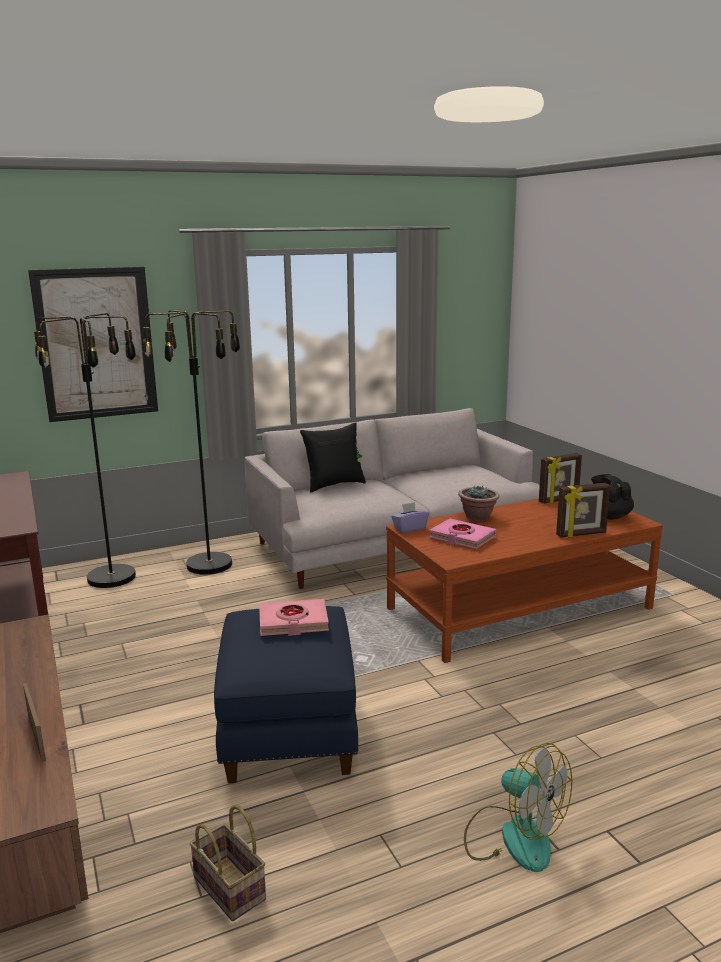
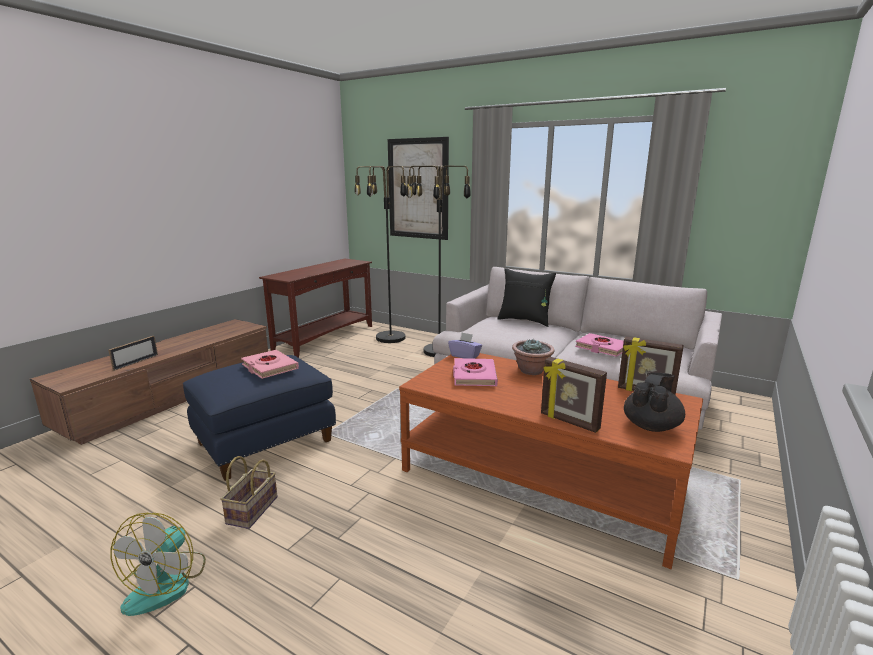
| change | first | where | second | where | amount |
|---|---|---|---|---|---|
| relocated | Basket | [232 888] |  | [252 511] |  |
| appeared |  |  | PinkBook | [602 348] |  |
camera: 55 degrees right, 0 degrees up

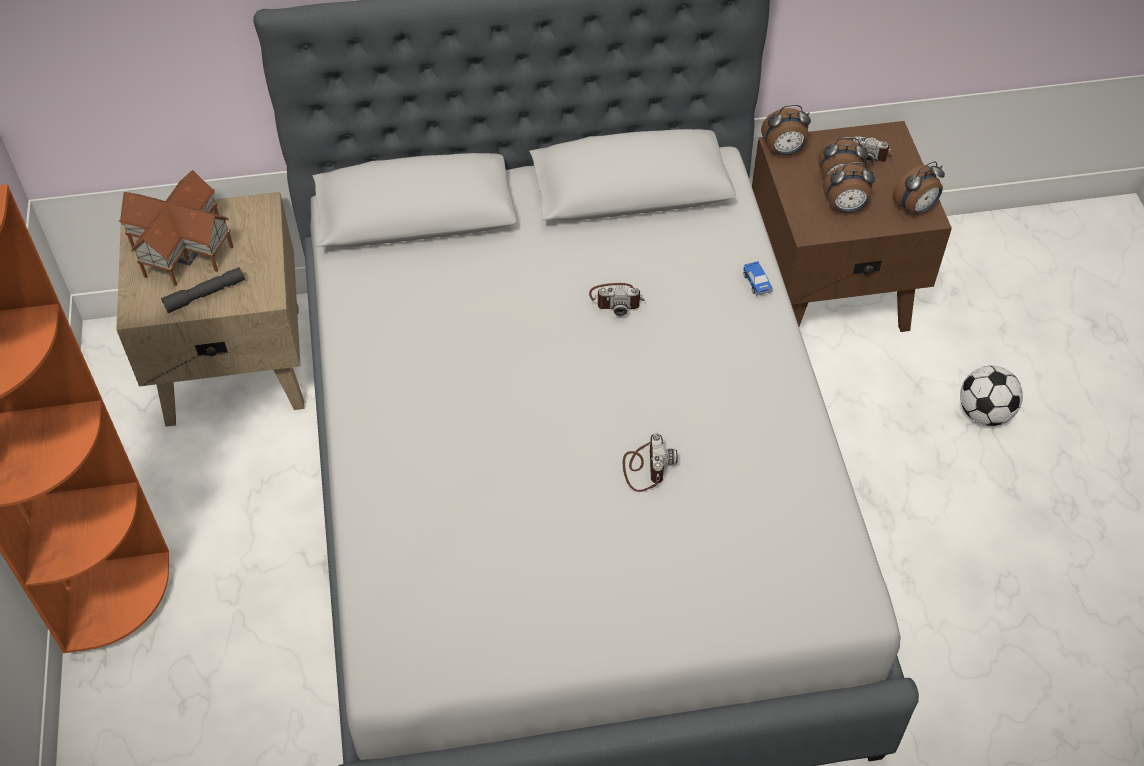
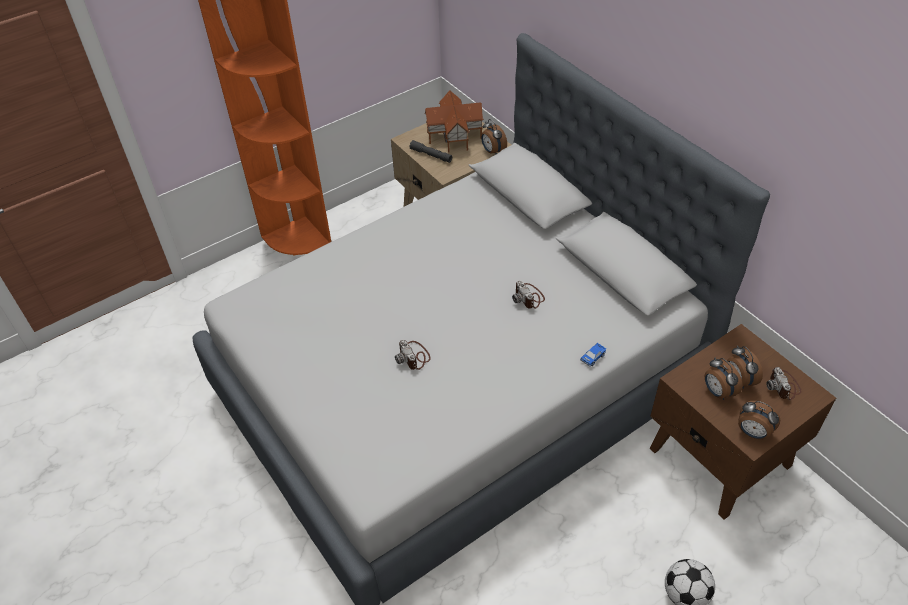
| change | first | where | second | where | amount |
|---|---|---|---|---|---|
| relocated | AlarmClock | [783 151] |  | [492 151] |  |
| spun | PhotoCamera | [646 467] |  | [414 357] | 90 degrees clockwise |
camera: 65 degrees right, 5 degrees down

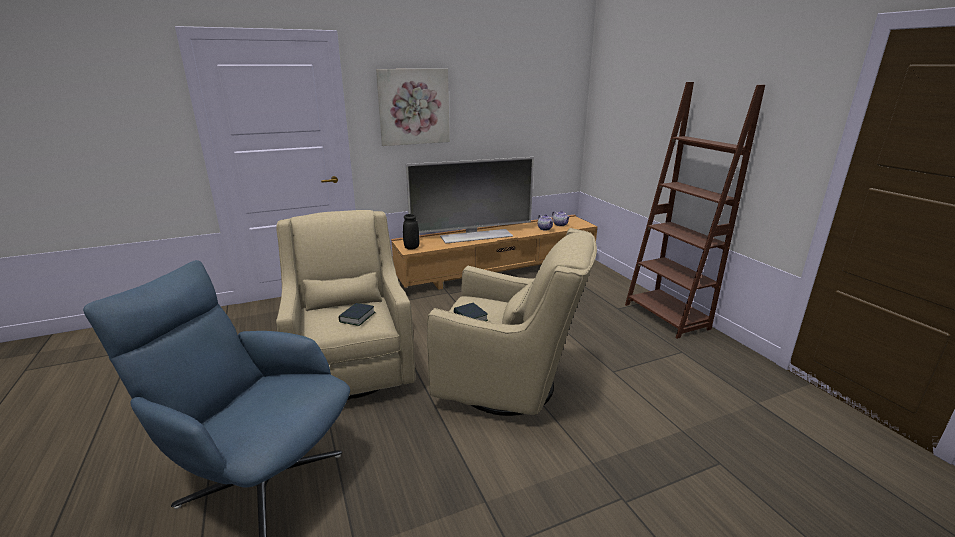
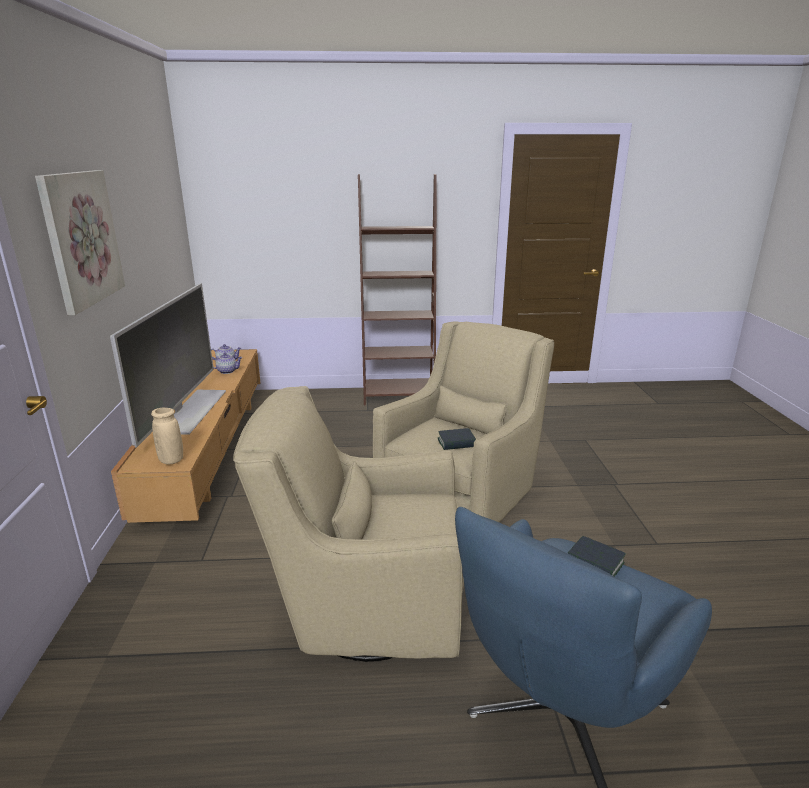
| change | first | where | second | where | amount |
|---|---|---|---|---|---|
| colour | BlackVase | [412 247] | BeigeVase | [171 460] |  |
| relocated | Book | [357 317] |  | [595 563] |  |
camera: 70 degrees left, 0 degrees up

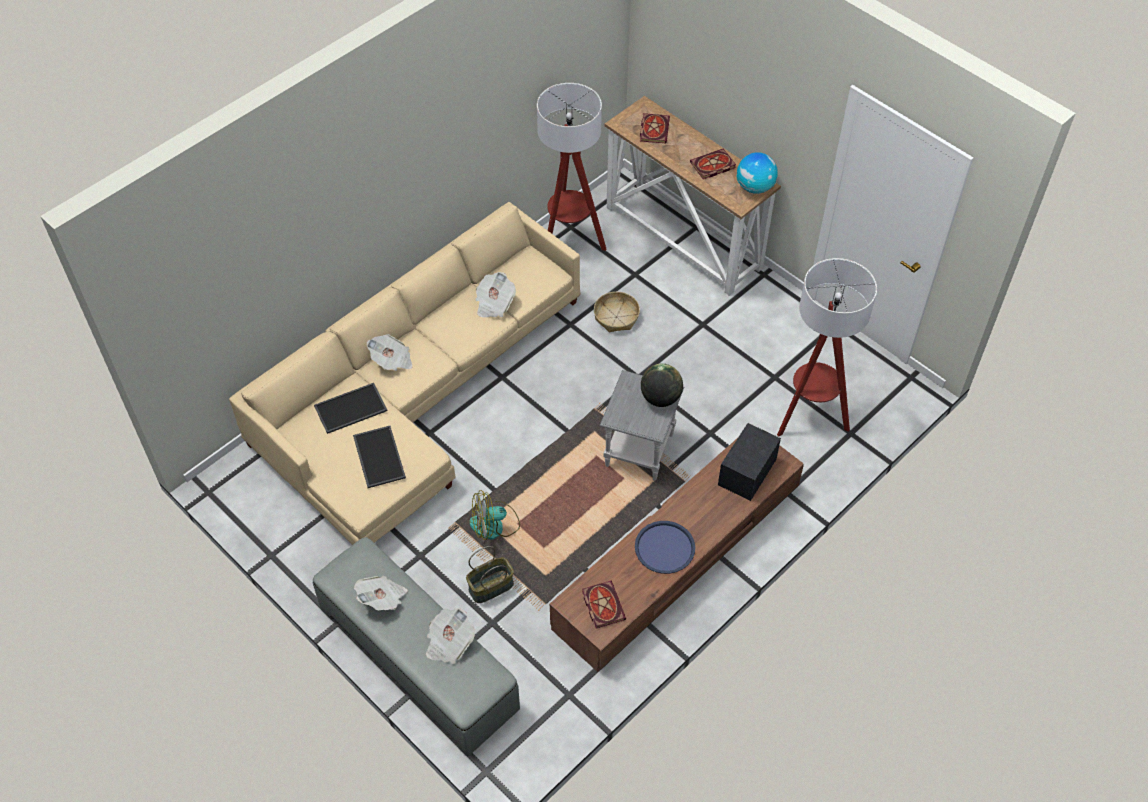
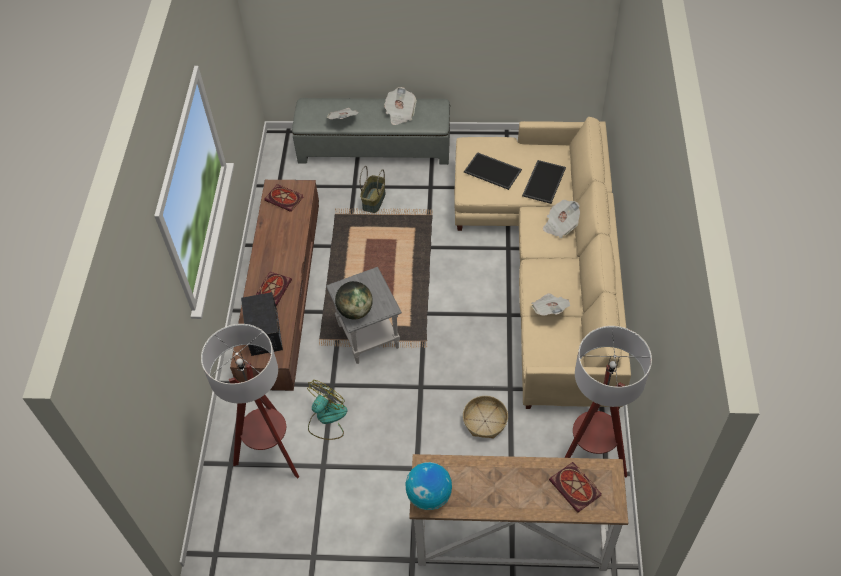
| change | first | where | second | where | amount |
|---|---|---|---|---|---|
| relocated | Book | [712 166] |  | [273 288] |  |
| relocated | Fan | [494 525] |  | [327 419] |  |
| missing | BlueTray | [664 548] |  |  |  |
camera: 140 degrees right, 0 degrees up

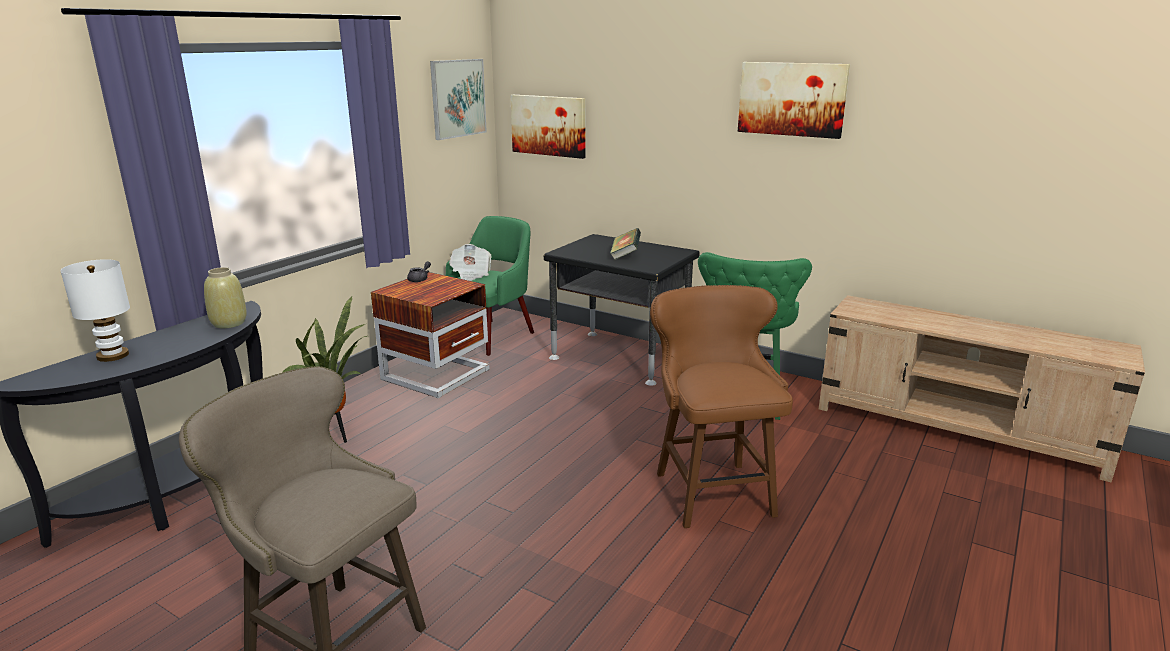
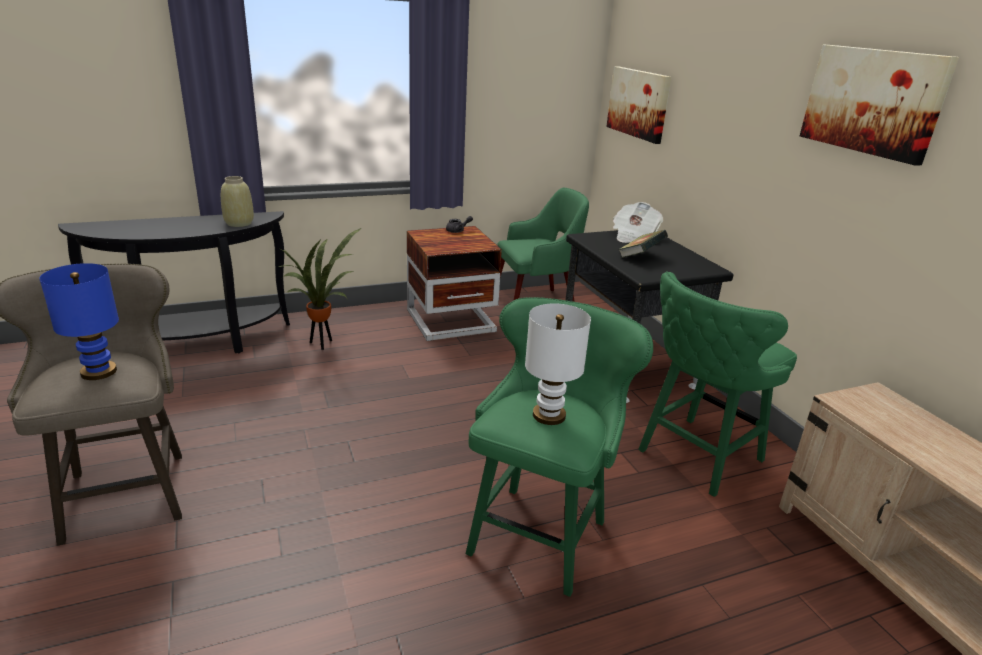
| change | first | where | second | where | amount |
|---|---|---|---|---|---|
| missing | Picture | [458 98] |  |  |  |
| relocated | Newspaper | [471 274] |  | [633 236] |  |
| relocated | WhiteTableLamp | [114 355] |  | [550 415] |  |
| colour | BrownStool | [712 490] | GreenStool | [540 532] |  |
| appeared |  |  | BlueTableLamp | [98 372] |  |
camera: 35 degrees right, 5 degrees up

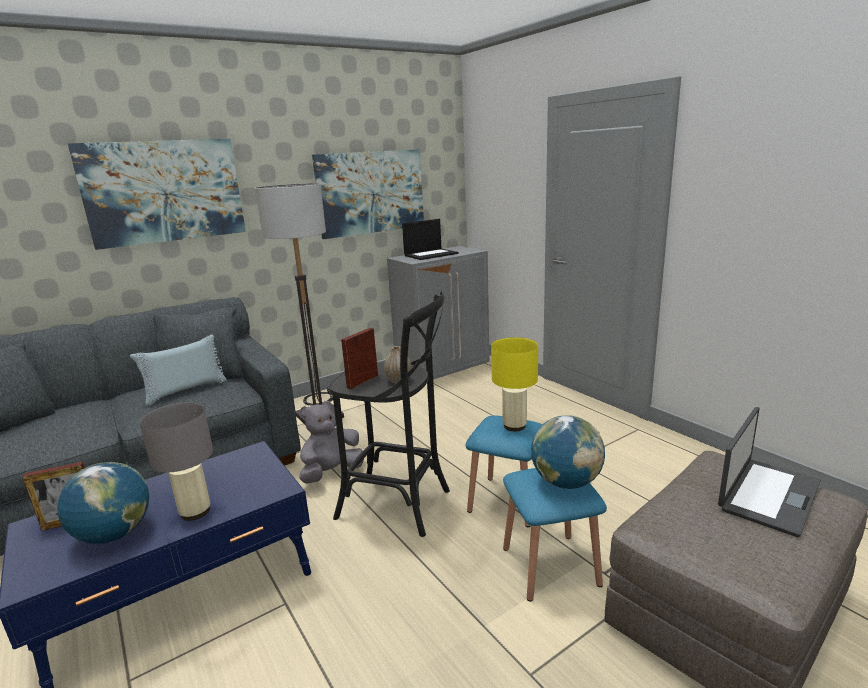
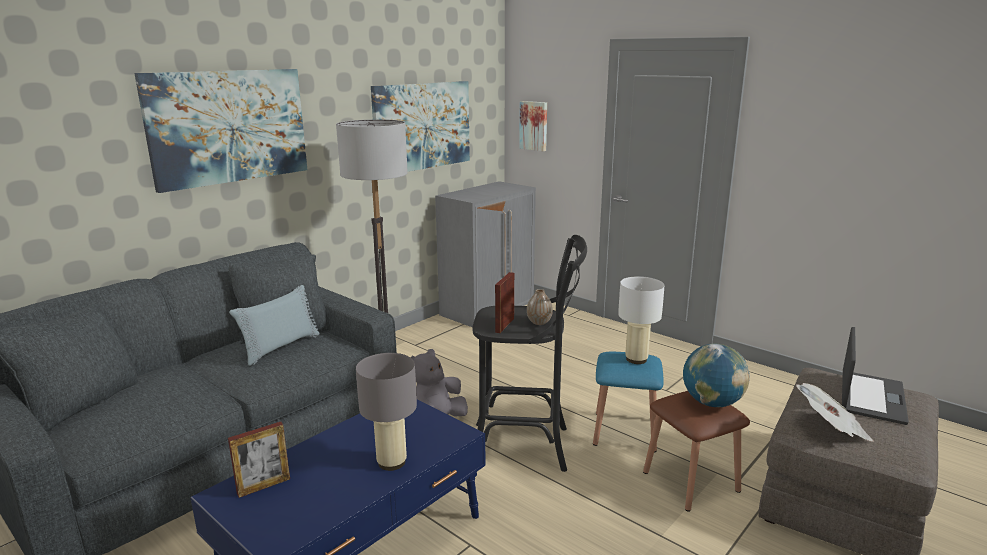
| change | first | where | second | where | amount |
|---|---|---|---|---|---|
| missing | Laptop | [431 254] |  |  |  |
| colour | YellowTableLamp | [514 425] | WhiteTableLamp | [635 359] |  |
| missing | Globe | [114 534] |  |  |  |
| colour | BlueStool | [550 566] | BrownStool | [690 481] |  |
| appeared |  |  | Picture | [534 125] |  |
| appeared |  |  | Newspaper | [831 429] |  |
camera: 15 degrees left, 0 degrees up

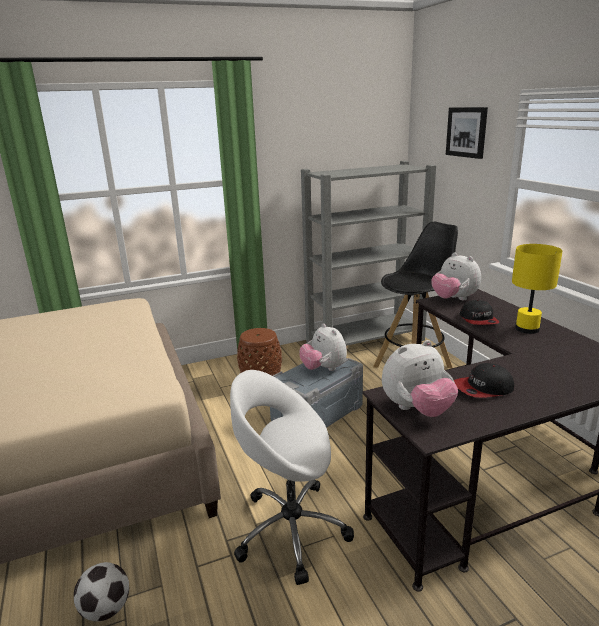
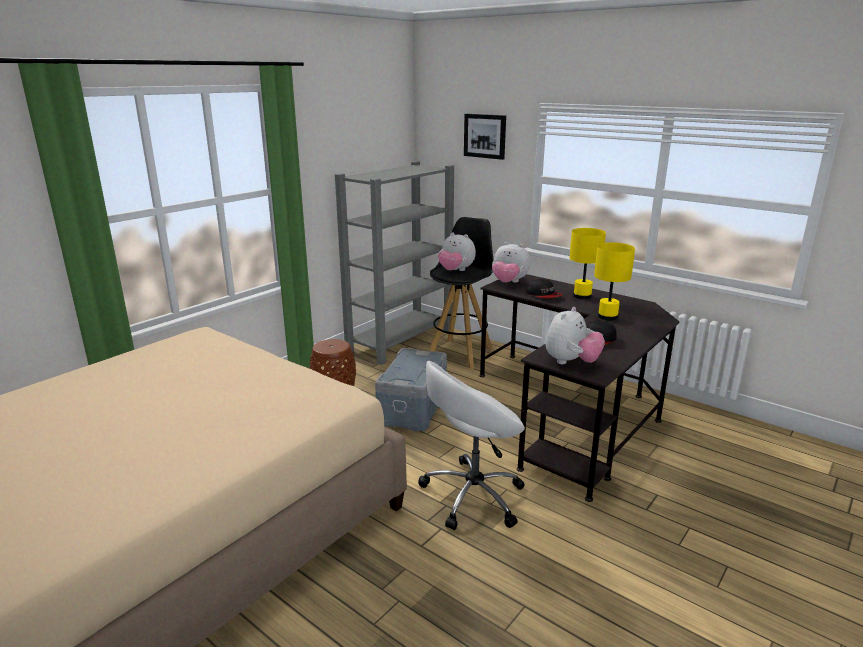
| change | first | where | second | where | amount |
|---|---|---|---|---|---|
| relocated | PlushToy | [323 369] |  | [455 271] |  |
| missing | Football | [106 609] |  |  |  |
| appeared |  |  | YellowTableLamp | [607 316] |  |
camera: 30 degrees left, 0 degrees up

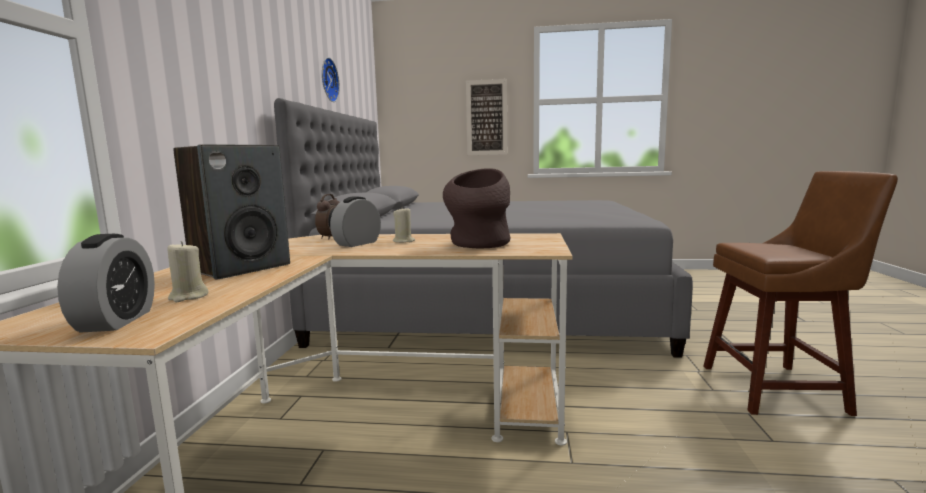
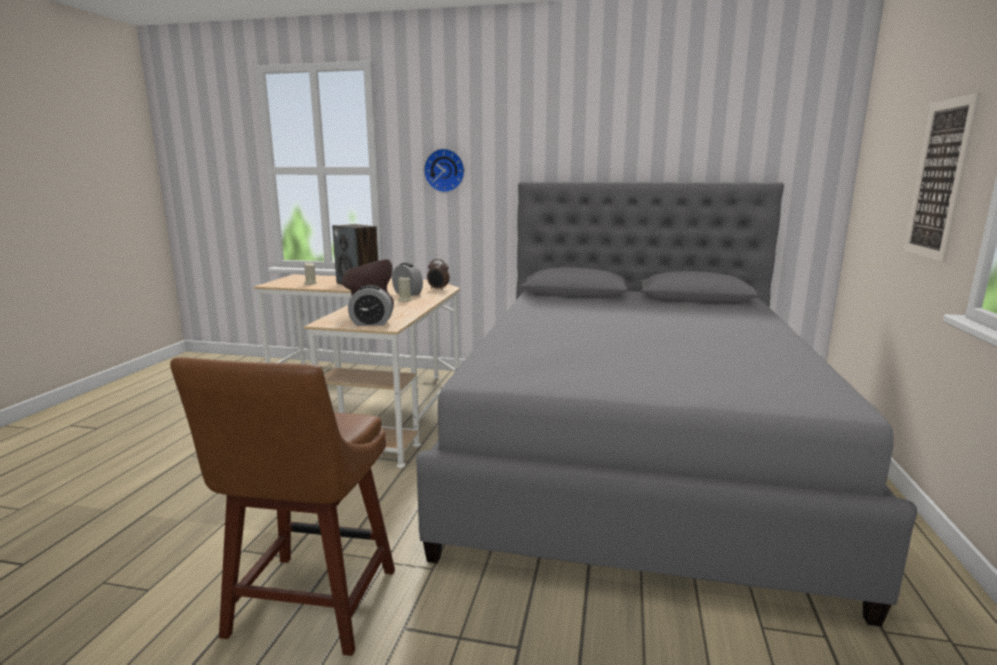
| change | first | where | second | where | amount |
|---|---|---|---|---|---|
| relocated | WallClock | [327 80] |  | [445 170] |  |
| relocated | AlarmClock | [116 321] |  | [371 323] |  |
camera: 95 degrees right, 5 degrees up

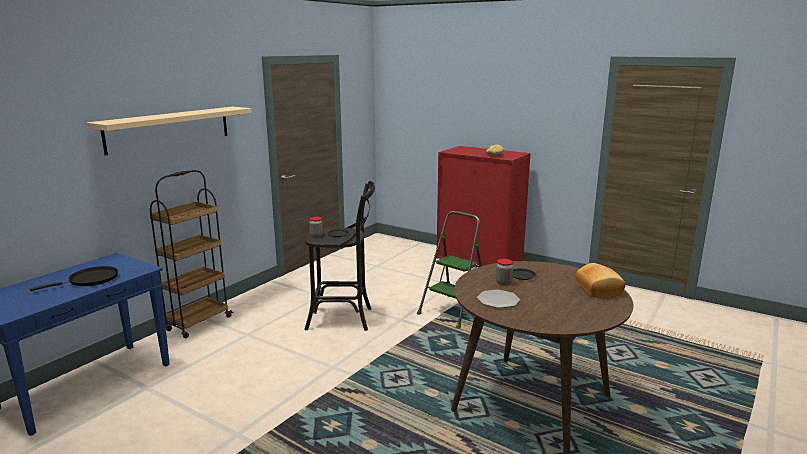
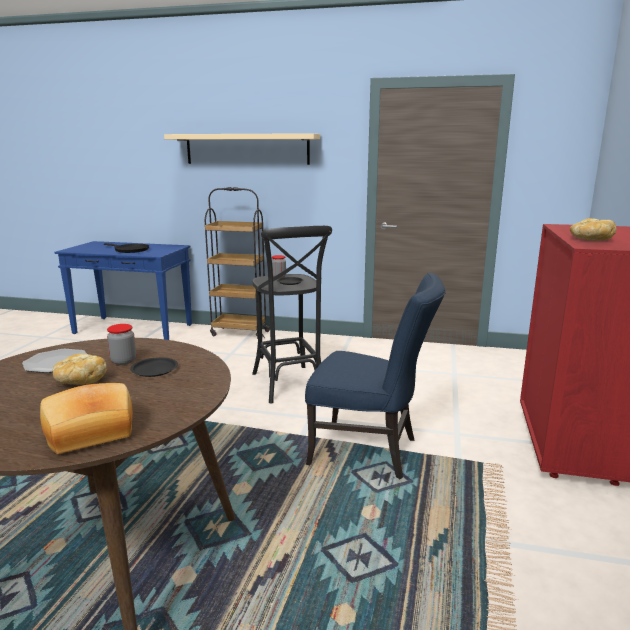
| change | first | where | second | where | amount |
|---|---|---|---|---|---|
| exchanged | GreenStepLadder | [455 310] | BlueChair | [370 451] |  |
| appeared |  |  | Bread | [80 381] |  |
camera: 70 degrees right, 0 degrees up

